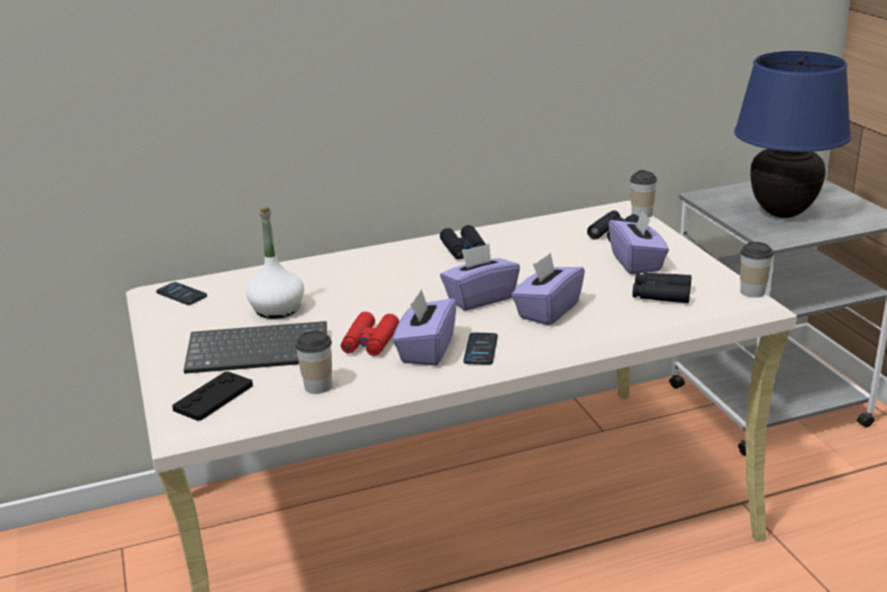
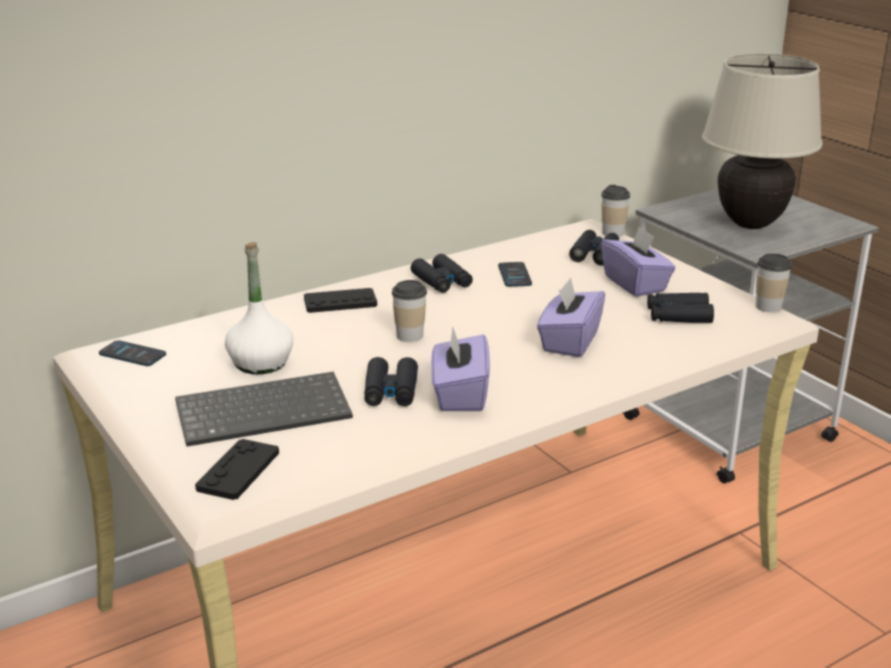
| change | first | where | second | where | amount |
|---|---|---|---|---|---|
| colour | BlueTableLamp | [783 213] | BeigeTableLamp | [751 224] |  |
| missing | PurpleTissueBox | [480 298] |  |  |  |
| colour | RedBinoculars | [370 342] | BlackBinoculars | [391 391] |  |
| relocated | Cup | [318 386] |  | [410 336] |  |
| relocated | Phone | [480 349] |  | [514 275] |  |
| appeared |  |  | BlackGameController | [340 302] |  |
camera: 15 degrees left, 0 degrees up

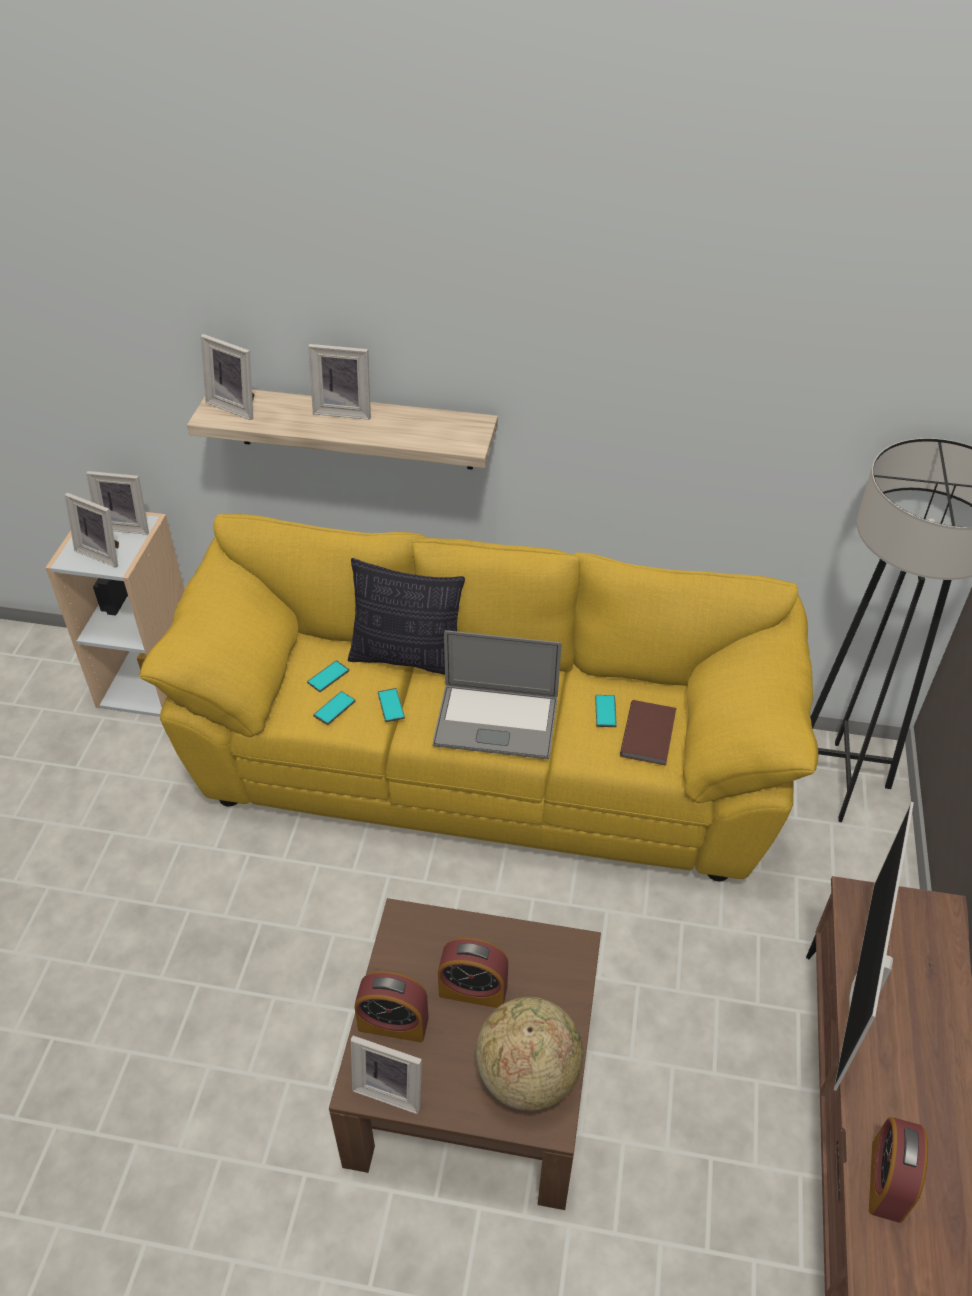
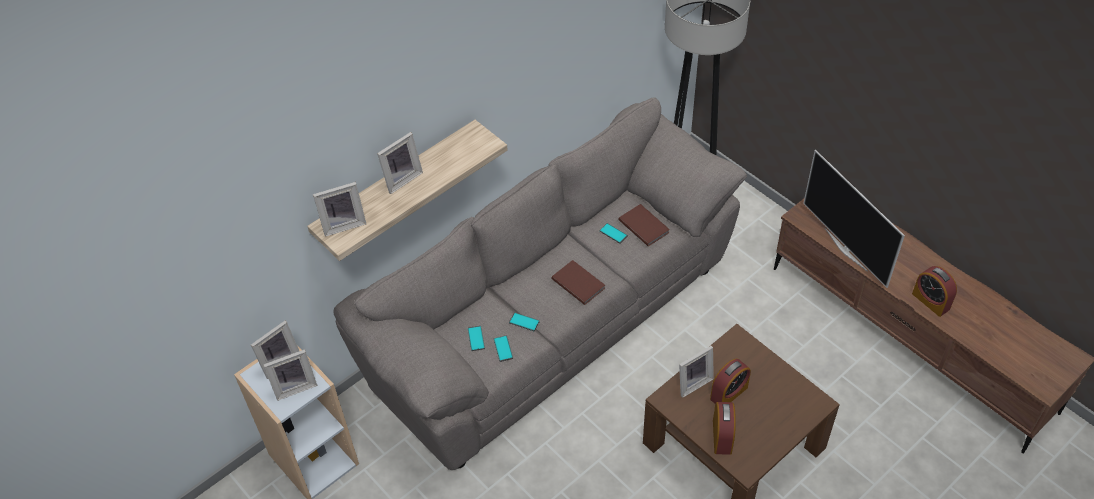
| change | first | where | second | where | amount |
|---|---|---|---|---|---|
| colour | YellowSofa | [484 773] | GreySofa | [551 327] |  |
| missing | Pillow | [407 659] |  |  |  |
| exchanged | Laptop | [496 721] | BrownBook | [578 283] |  |
| spun | AlarmClock | [393 1023] |  | [722 436] | 45 degrees counterclockwise |
| missing | Globe | [527 1075] |  |  |  |
| relocated | PictureFrame | [391 1087] |  | [692 382] |  |
camera: 50 degrees left, 5 degrees up

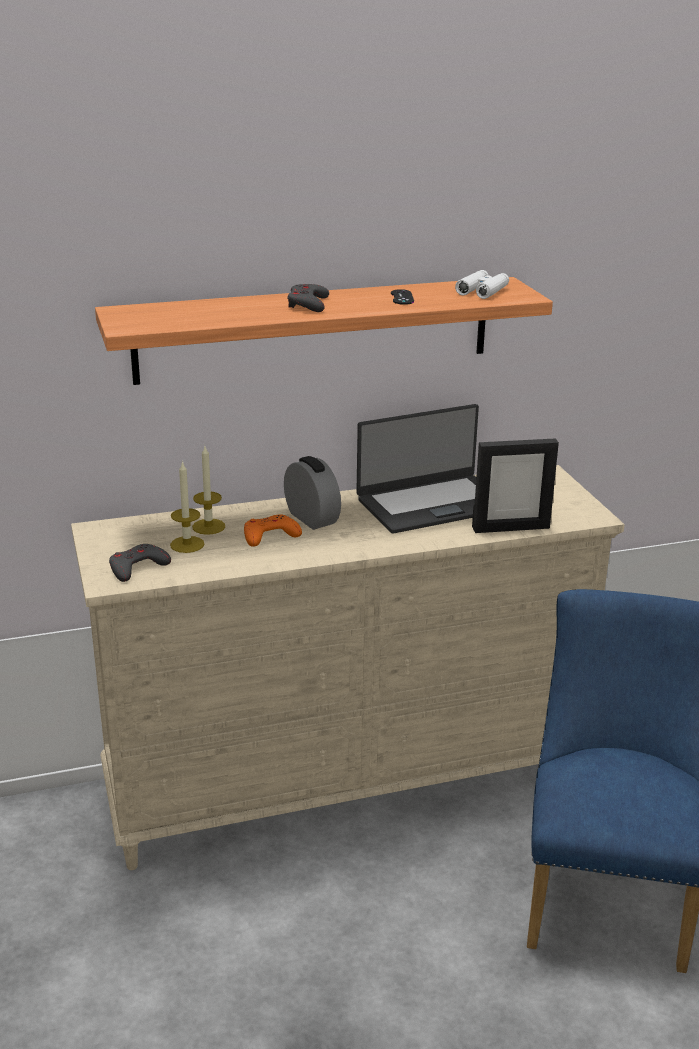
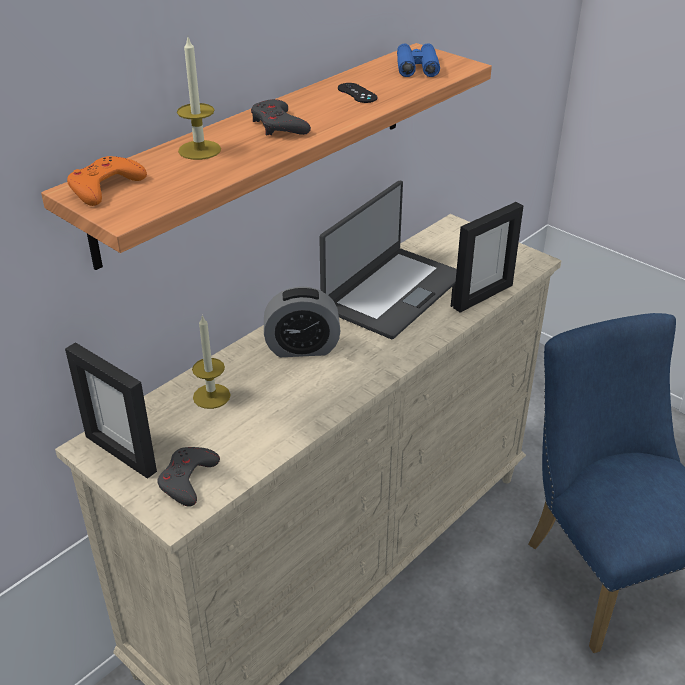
| change | first | where | second | where | amount |
|---|---|---|---|---|---|
| colour | WhiteBinoculars | [482 291] | BlueBinoculars | [417 67] |  |
| spun | AlarmClock | [312 518] |  | [302 348] | 150 degrees clockwise |
| relocated | Candle | [187 544] |  | [199 150] |  |
| relocated | OrangeGameController | [270 535] |  | [105 187] |  |
| appeared |  |  | PictureFrame | [122 452] |  |
camera: 30 degrees left, 10 degrees up

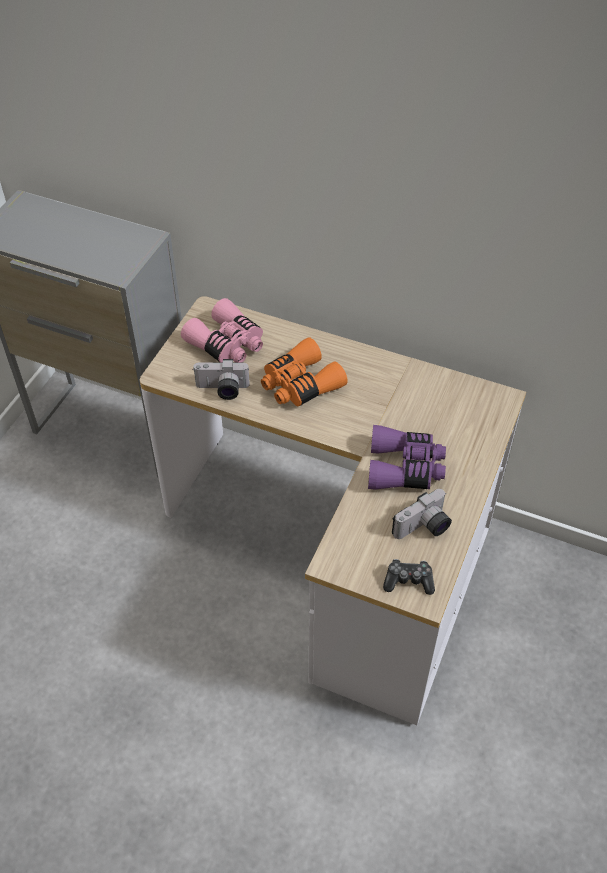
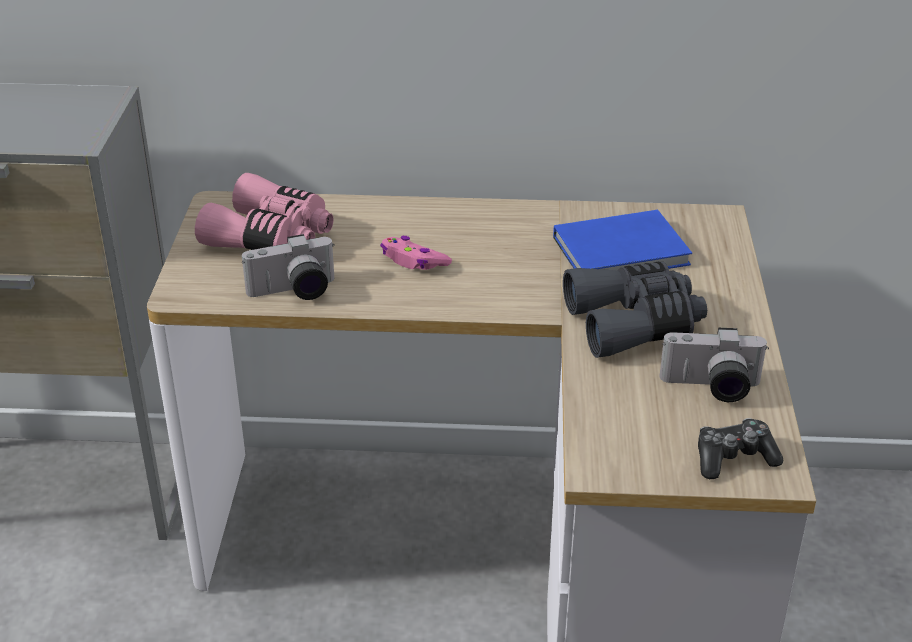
| change | first | where | second | where | amount |
|---|---|---|---|---|---|
| exchanged | OrangeBinoculars | [299 384] | PinkGameController | [413 261] |  |
| colour | PurpleBinoculars | [405 468] | GreyBinoculars | [634 323] |  |
| spun | PhotoCamera | [423 528] |  | [711 388] | 60 degrees clockwise |
| appeared |  |  | BlueBook | [624 251] |  |
camera: 20 degrees left, 15 degrees down

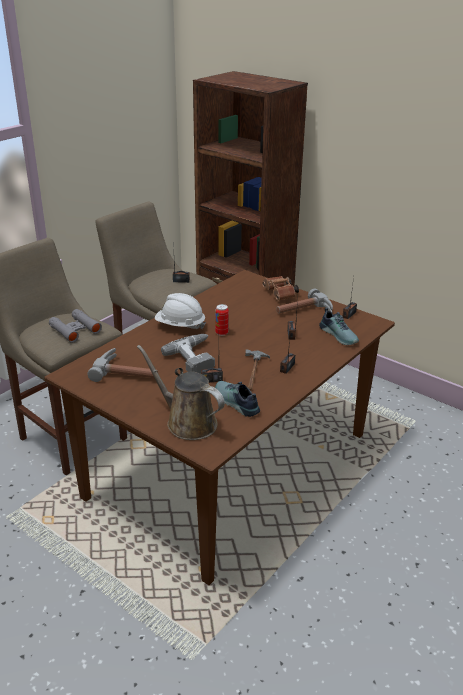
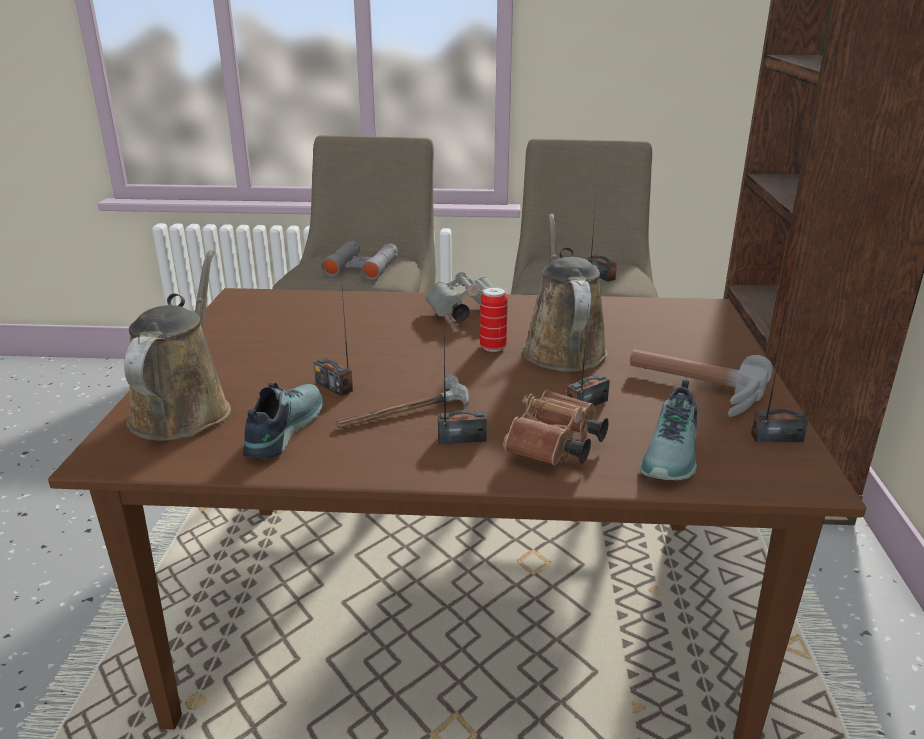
| change | first | where | second | where | amount |
|---|---|---|---|---|---|
| relocated | BrownBinoculars | [280 295] |  | [554 448] |  |
| exchanged | WhiteHardHat | [180 326] | GreyBinoculars | [465 314] |  |
| missing | PowerDrill | [196 358] |  |  |  |
| missing | Hammer | [128 372] |  |  |  |
| appeared |  |  | BrownWateringCan | [562 348] |  |
camera: 55 degrees right, 5 degrees down

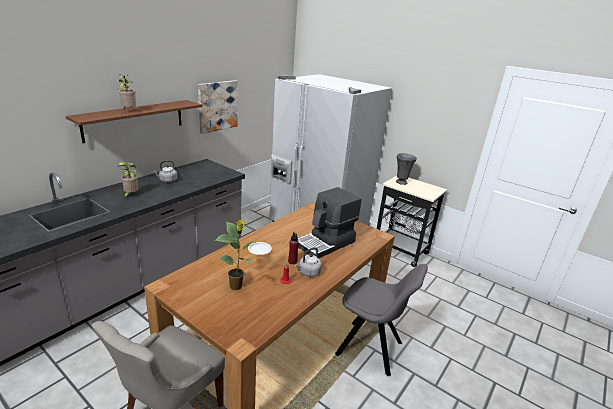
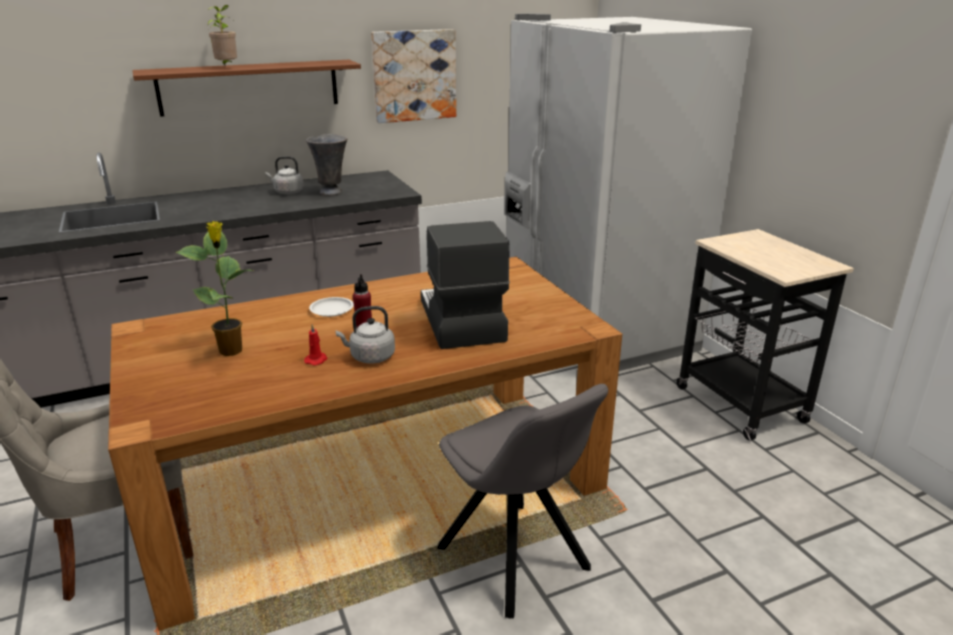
| change | first | where | second | where | amount |
|---|---|---|---|---|---|
| relocated | GreyVase | [401 182] |  | [331 192] |  |
| missing | PottedPlant | [130 195] |  |  |  |
| spun | CoffeeMachine | [326 243] |  | [460 321] | 90 degrees clockwise |
camera: 30 degrees right, 0 degrees up

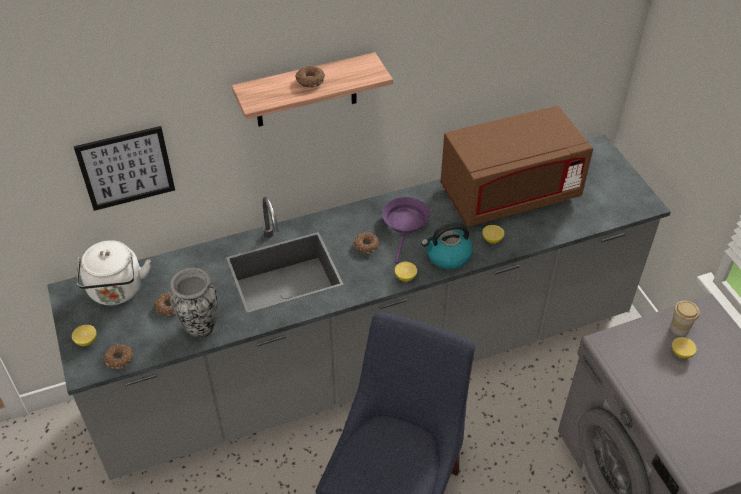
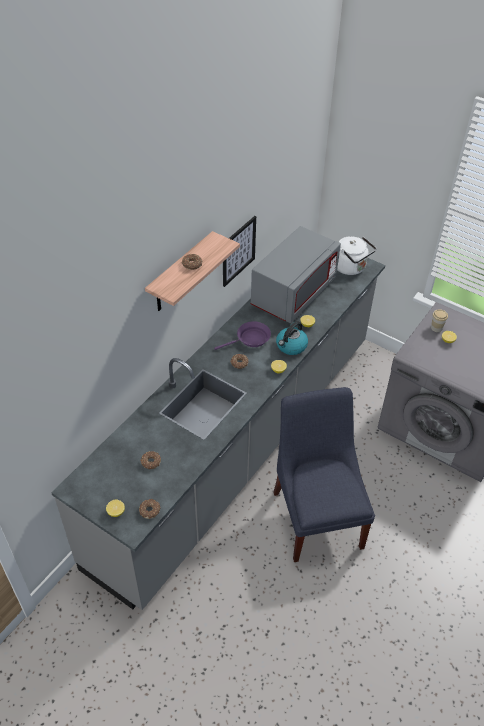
| change | first | where | second | where | amount |
|---|---|---|---|---|---|
| colour | BrownMicrowave | [509 194] | GreyMicrowave | [294 293] |  |
| relocated | Picture | [126 168] |  | [238 251] |  |
| spun | PurpleFryingPan | [405 224] |  | [250 339] | 90 degrees clockwise |
| relocated | WhiteKettle | [116 291] |  | [351 268] |  |
| missing | Vase | [200 327] |  |  |  |
camera: 35 degrees left, 0 degrees up

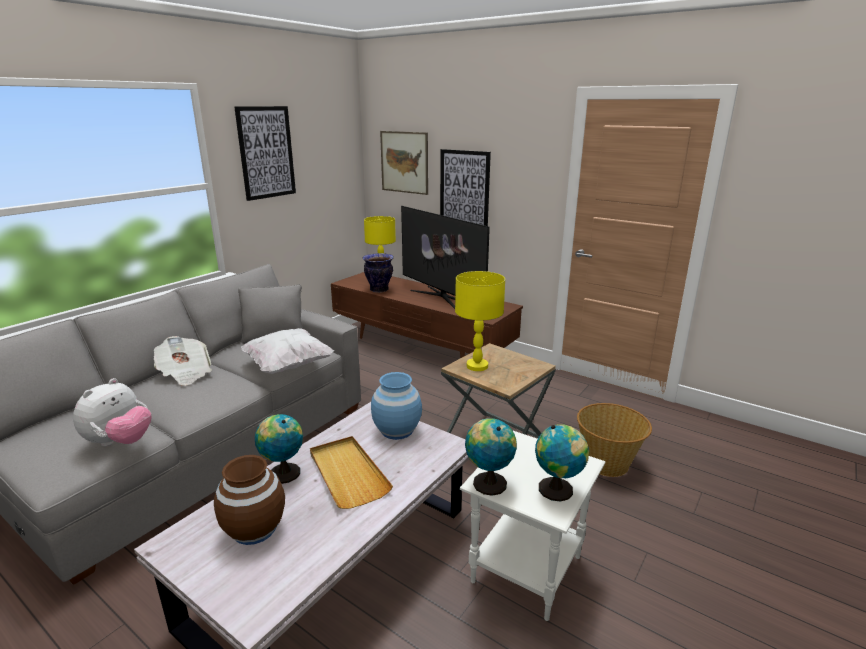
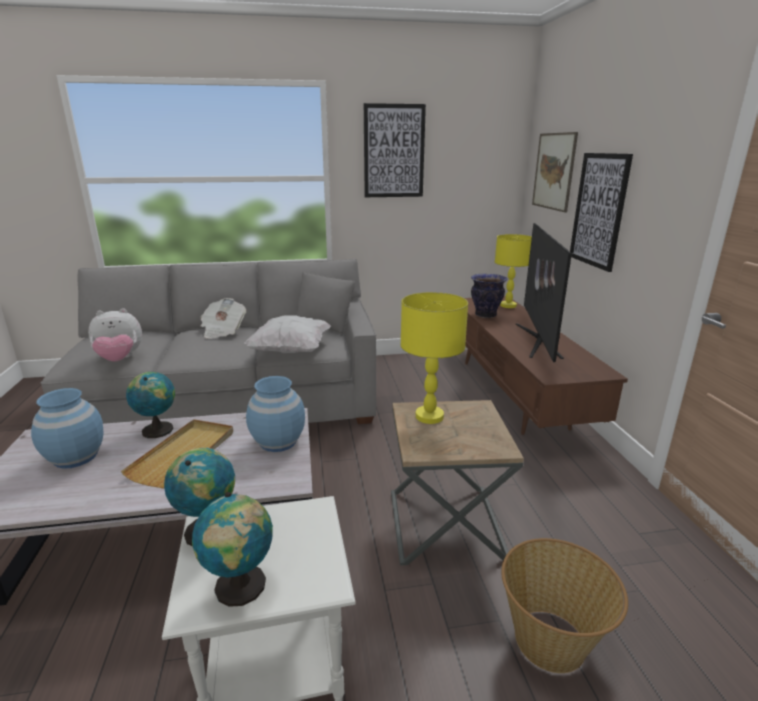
| change | first | where | second | where | amount |
|---|---|---|---|---|---|
| colour | BrownVase | [255 529] | BlueVase | [76 457] |  |
camera: 45 degrees right, 0 degrees up

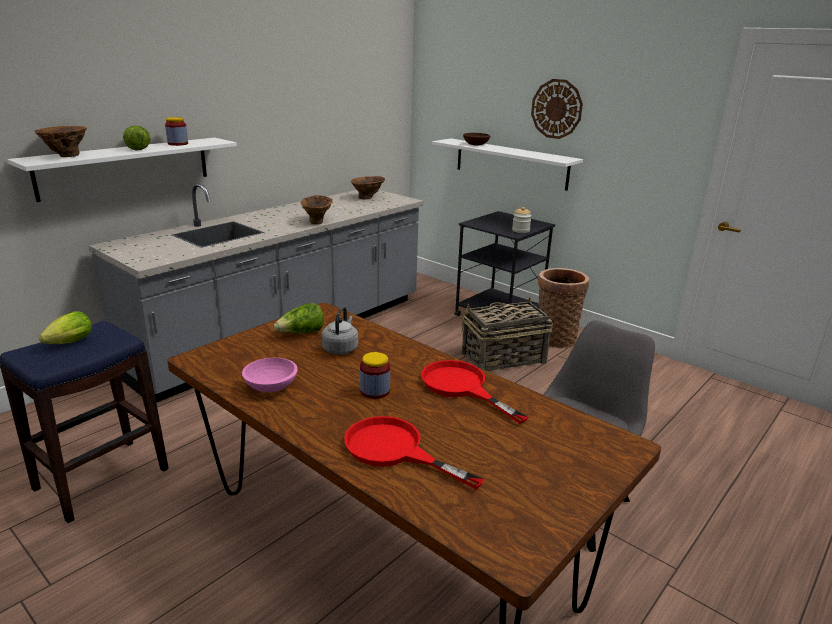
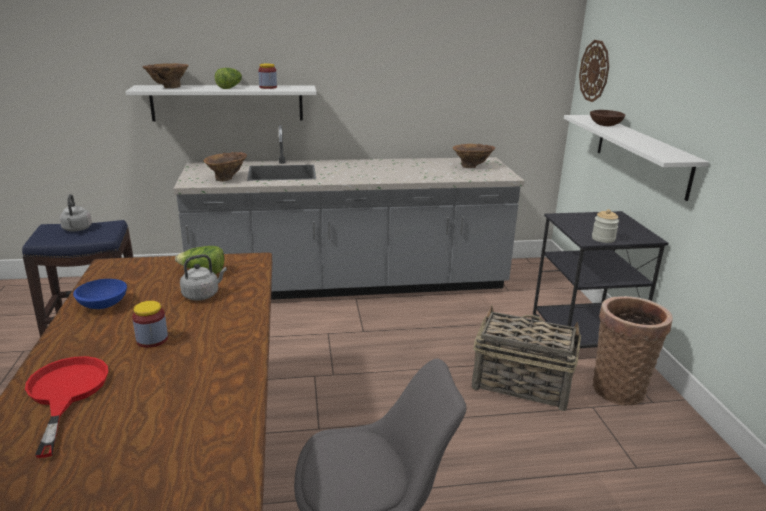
| change | first | where | second | where | amount |
|---|---|---|---|---|---|
| relocated | WallClock | [556 109] |  | [594 71] |  |
| relocated | BrownVase | [318 221] |  | [228 178] |  |
| exchanged | Lettuce | [68 344] | GreyKettle | [77 229] |  |
| colour | PinkBowl | [271 386] | BlueBowl | [103 304] |  |
| missing | RedFryingPan | [461 387] |  |  |  |
camera: 40 degrees right, 0 degrees up

